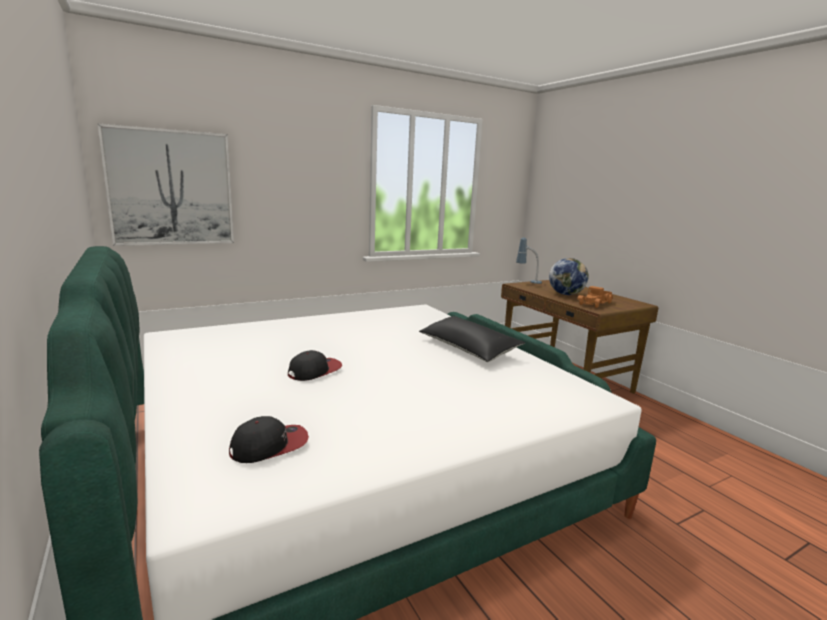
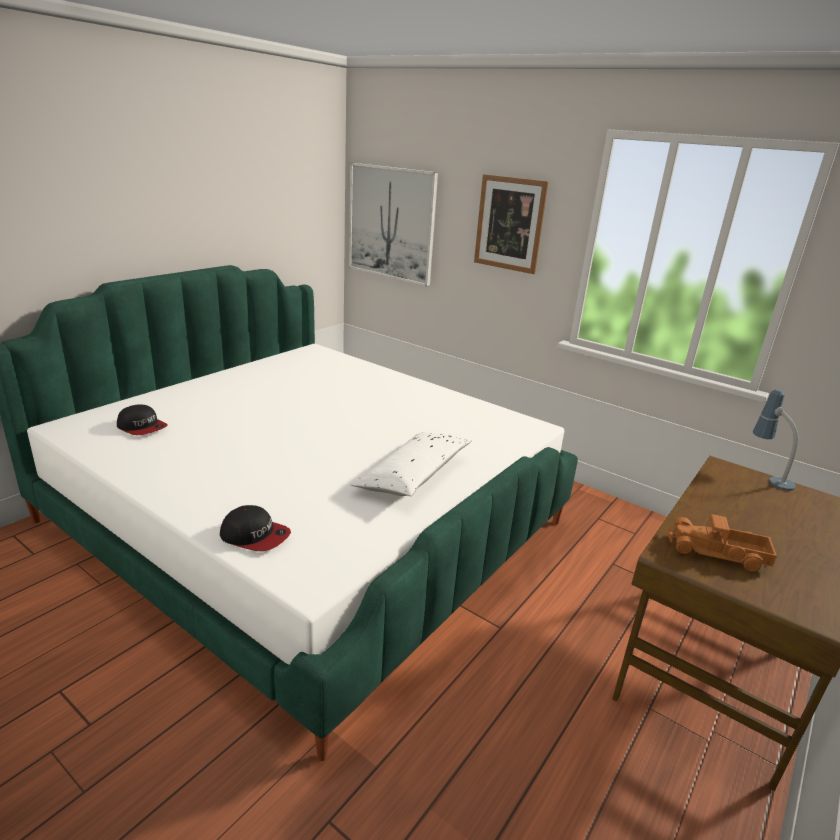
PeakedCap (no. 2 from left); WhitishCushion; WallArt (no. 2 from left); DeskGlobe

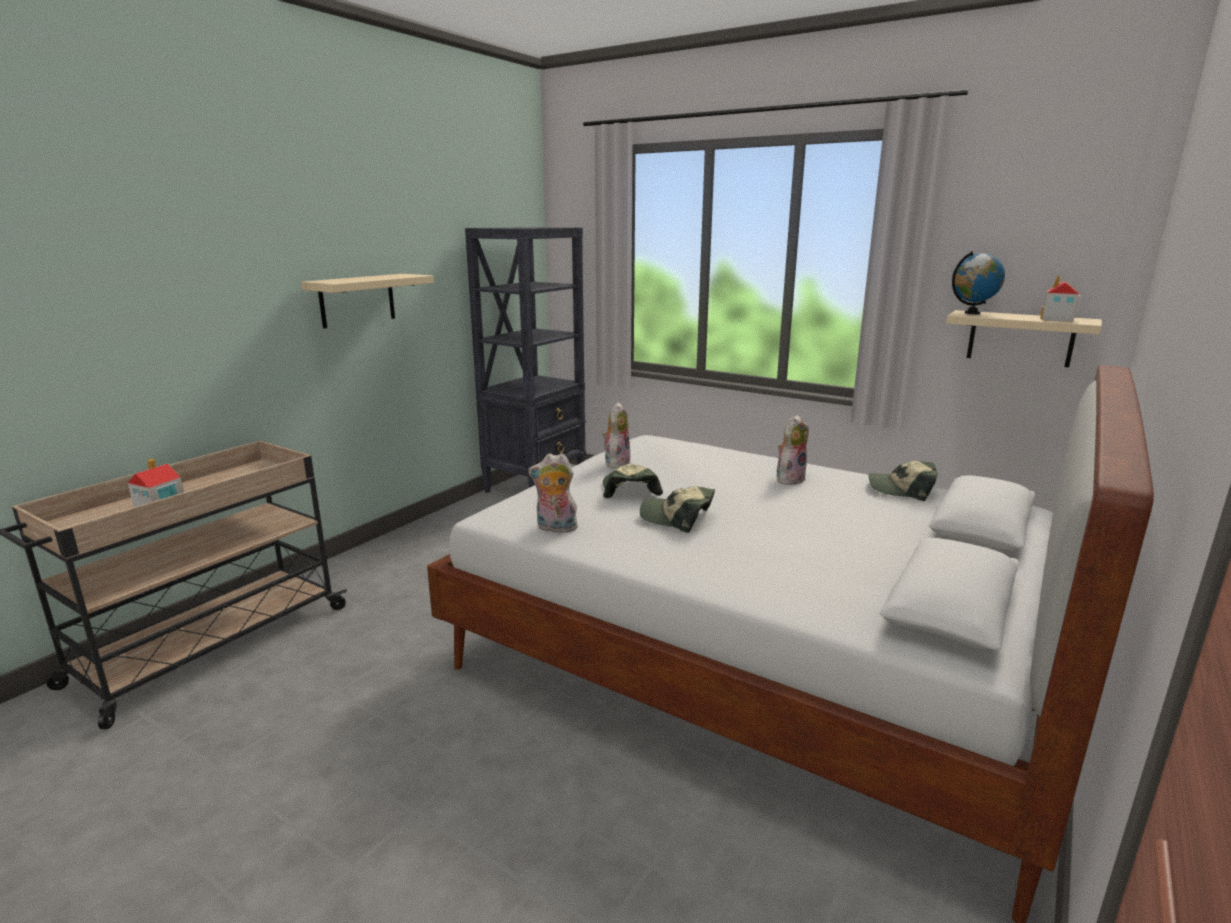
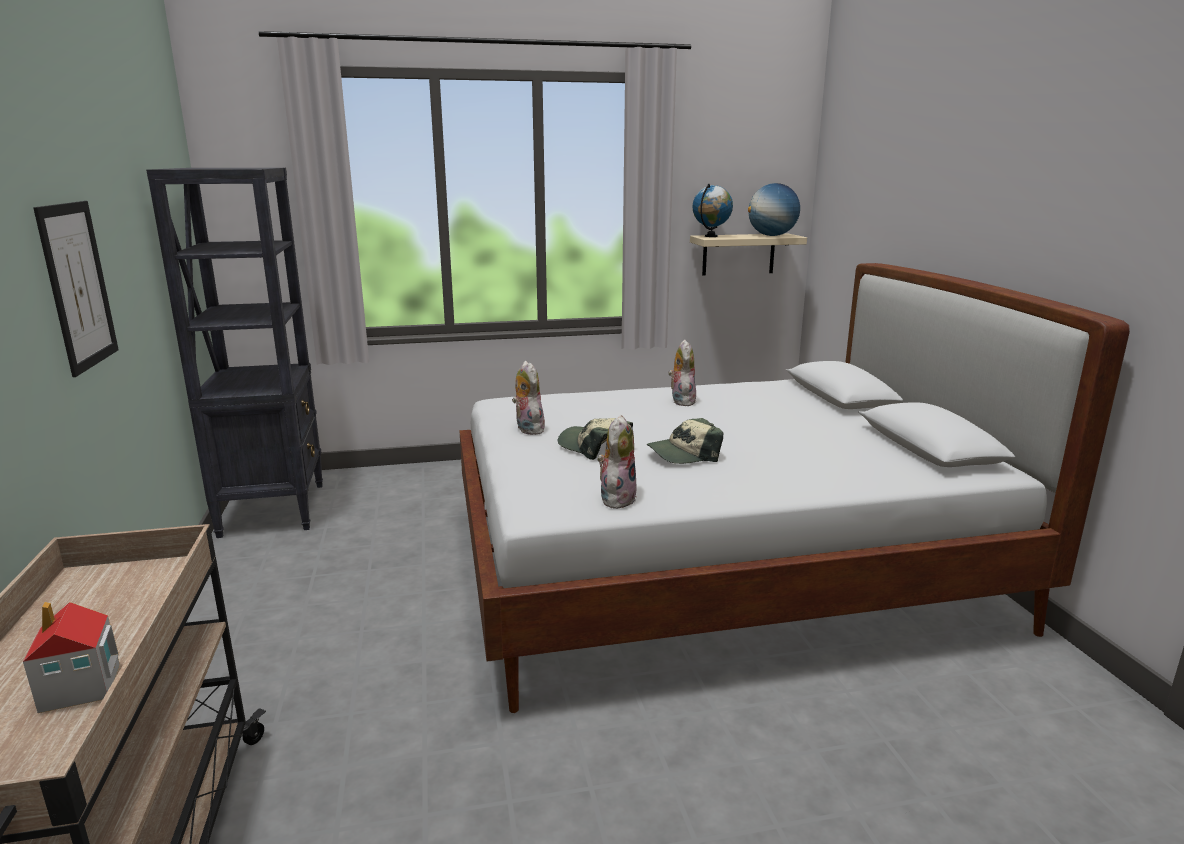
WallArt; CuddlyToy (no. 2 from left); DeskGlobe (no. 2 from left); PeakedCap (no. 3 from left in the first image)

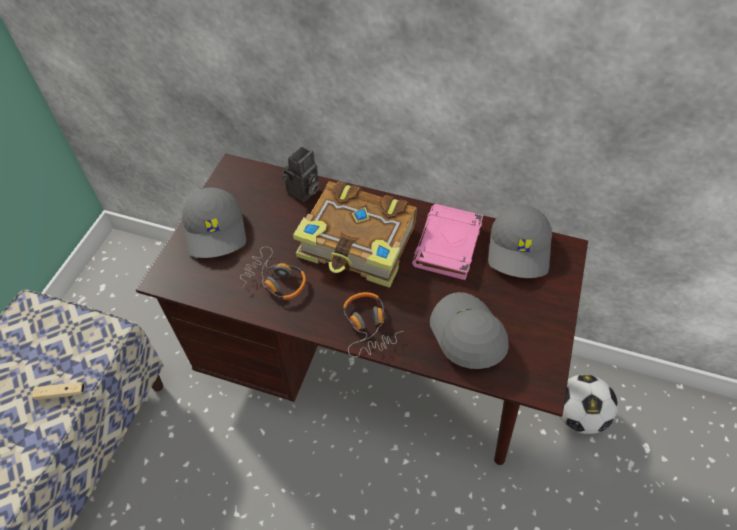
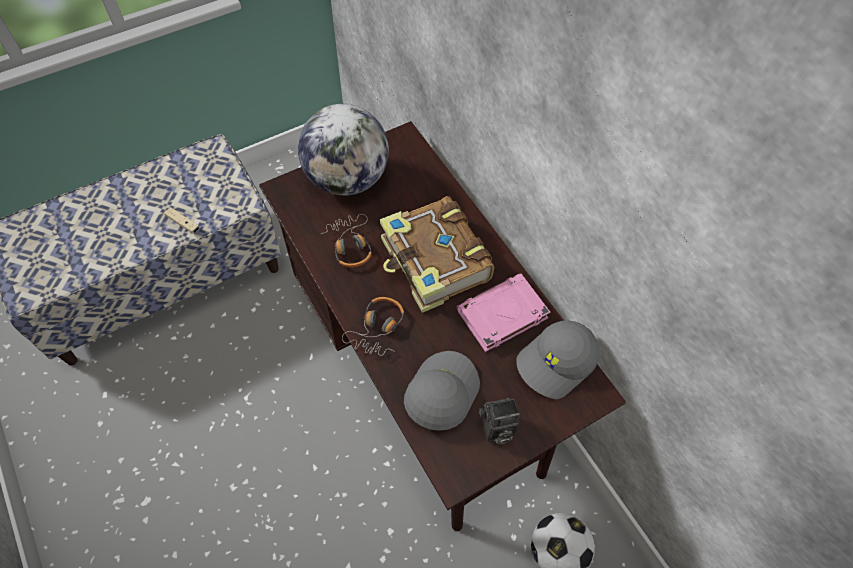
DeskGlobe; StillCamera

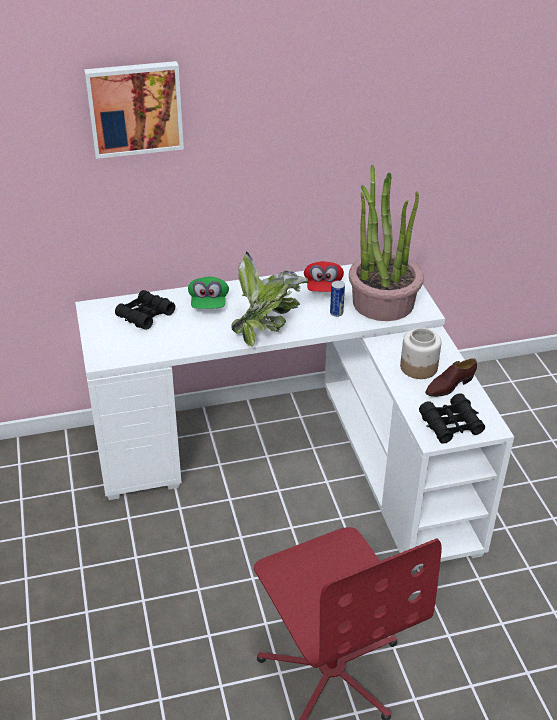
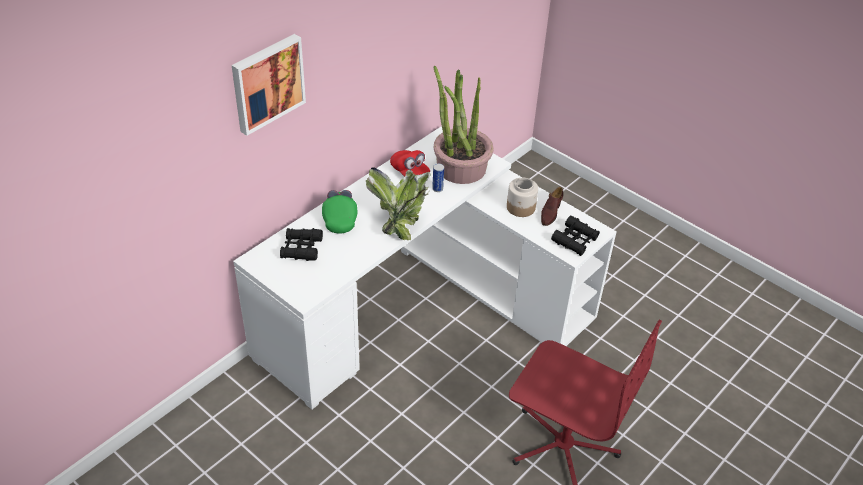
GreenColouredPeakedCap

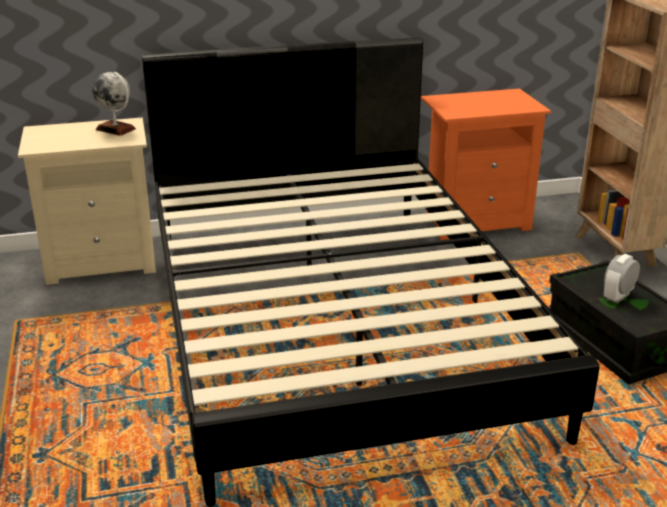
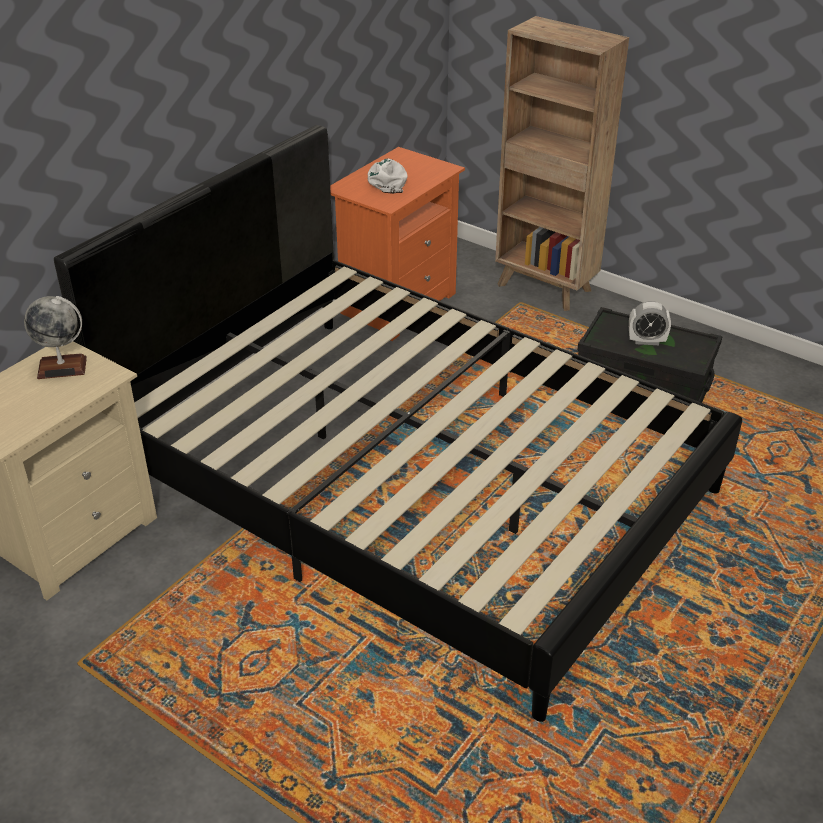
WhitishPeakedCap; AlarmClock

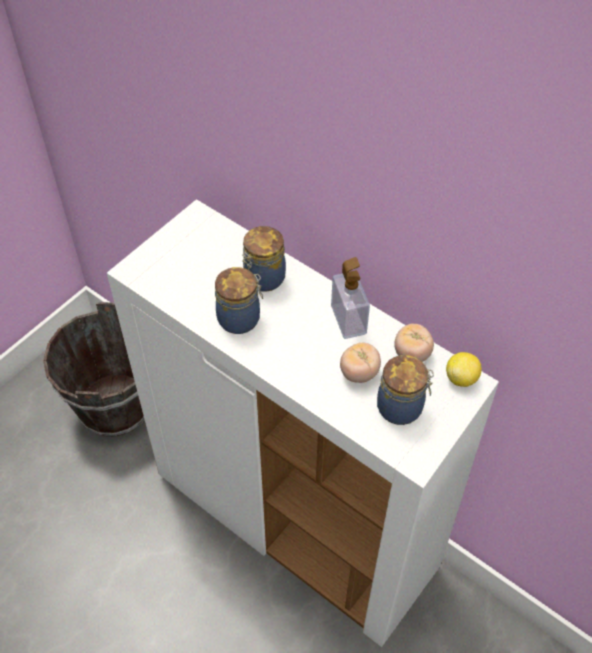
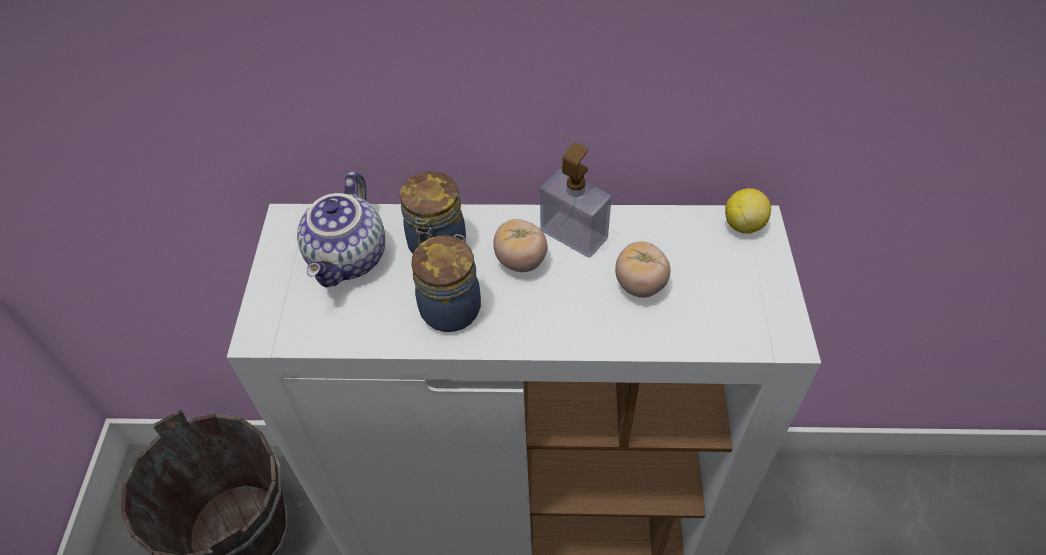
Teapot; WholeTomato (no. 1 from left); Jar (no. 3 from left in the first image)

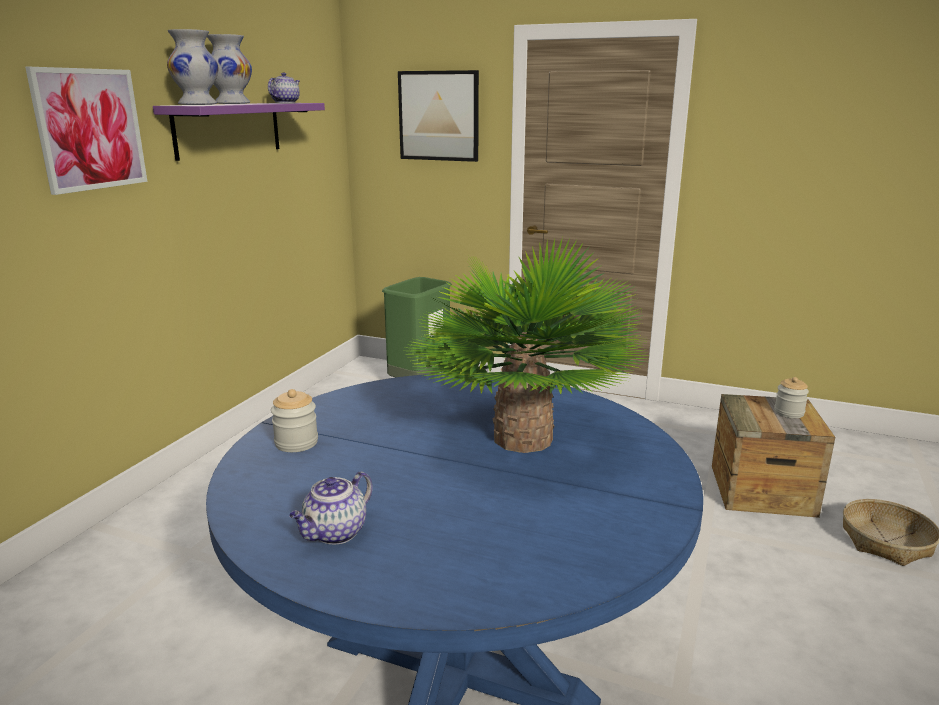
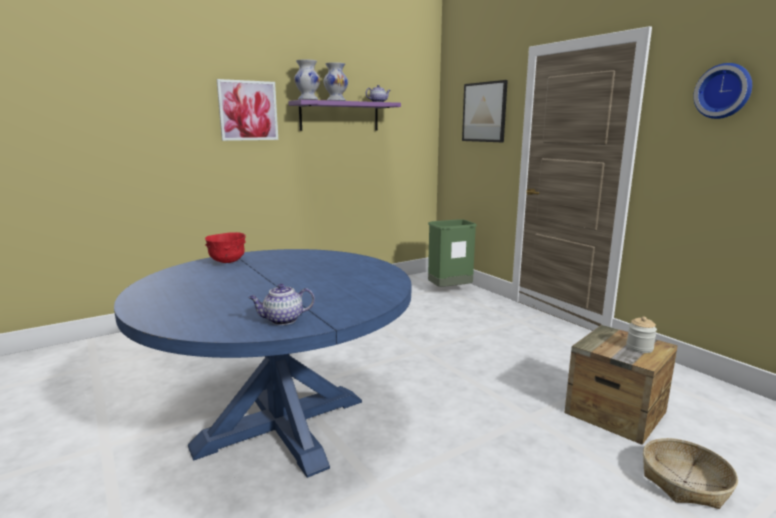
ReddishServingBowl; Teapot (no. 1 from left); HangingClock; PlantInAPot

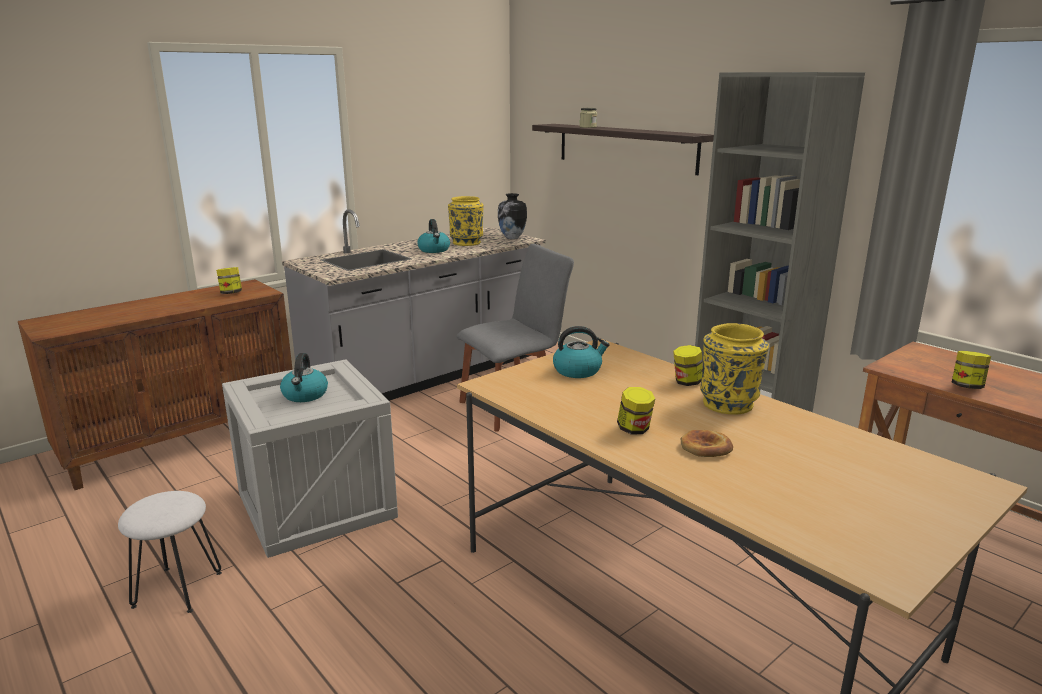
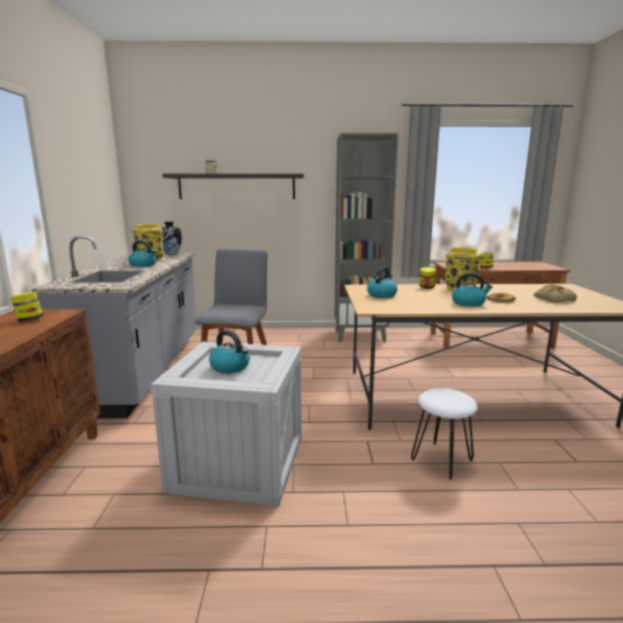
WhitishSittingStool; TeaKettle (no. 4 from left); Bread (no. 2 from left)

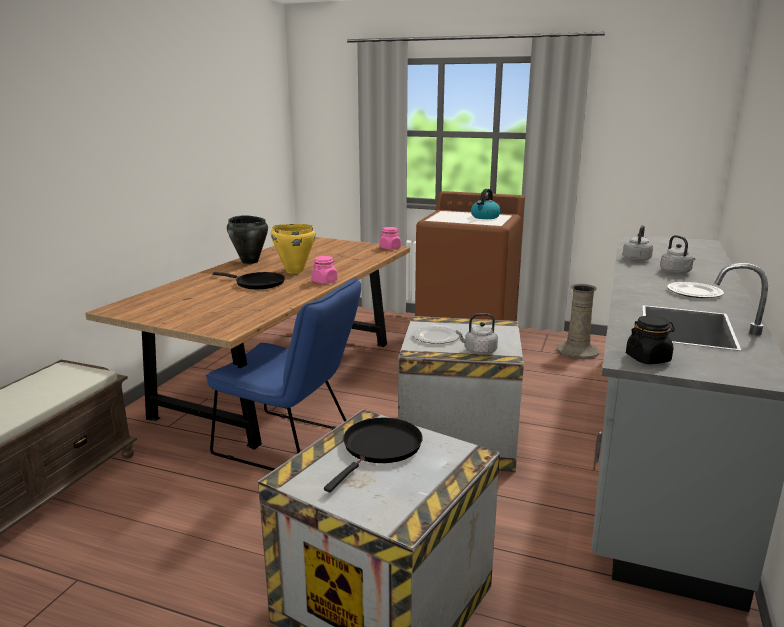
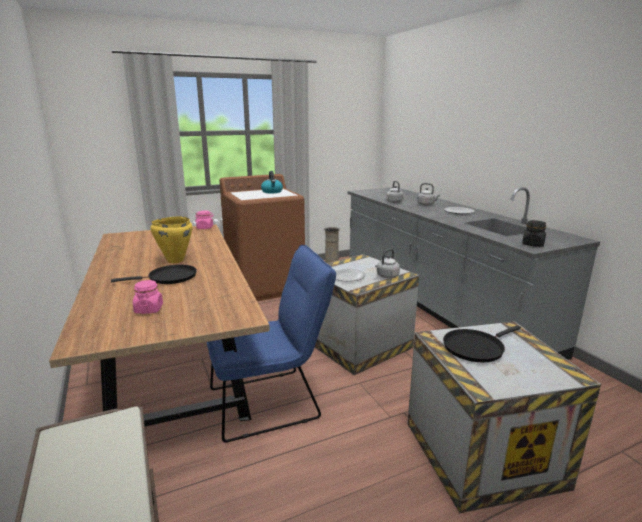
PinkColouredJar (no. 1 from left); BlackishPan (no. 2 from left); BlackishStockpot

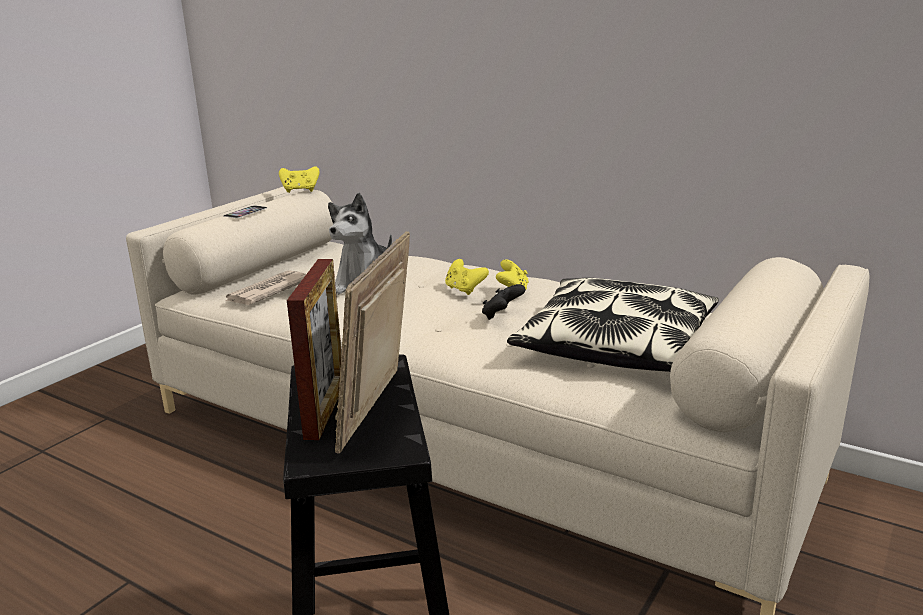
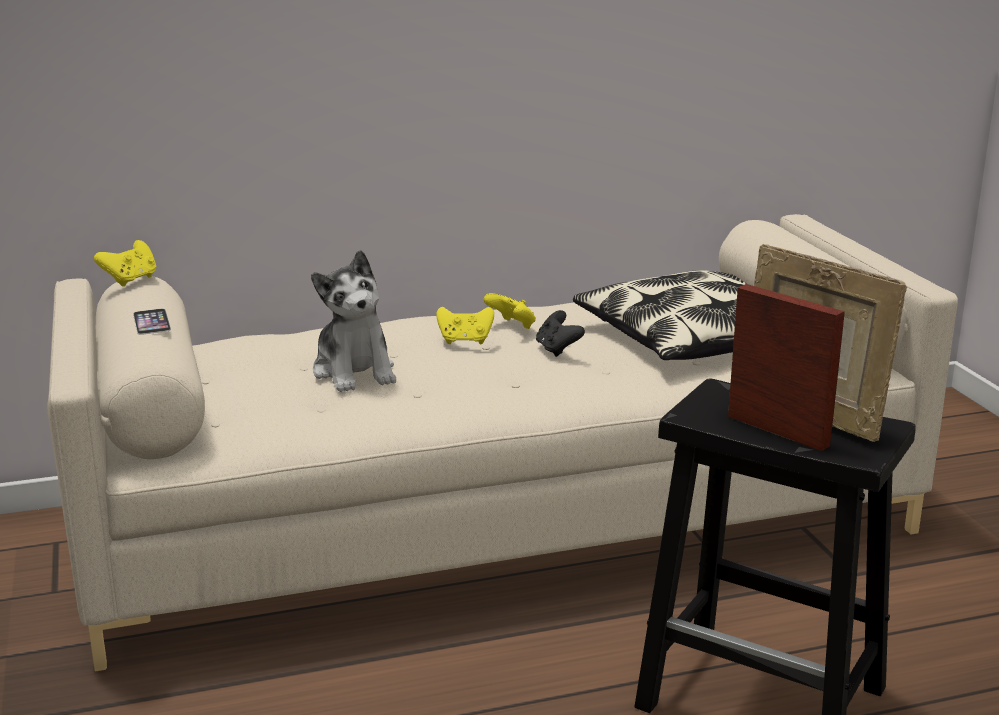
PrintedPaper

